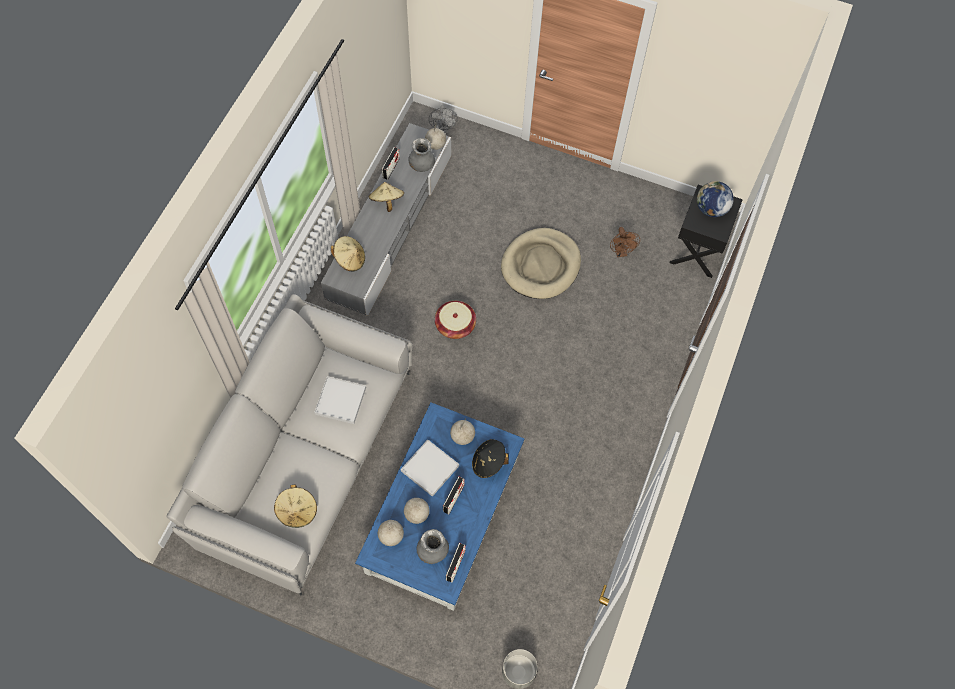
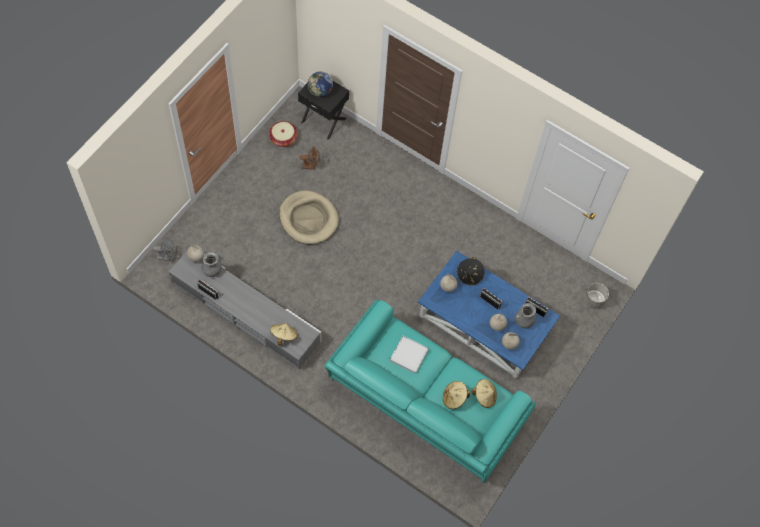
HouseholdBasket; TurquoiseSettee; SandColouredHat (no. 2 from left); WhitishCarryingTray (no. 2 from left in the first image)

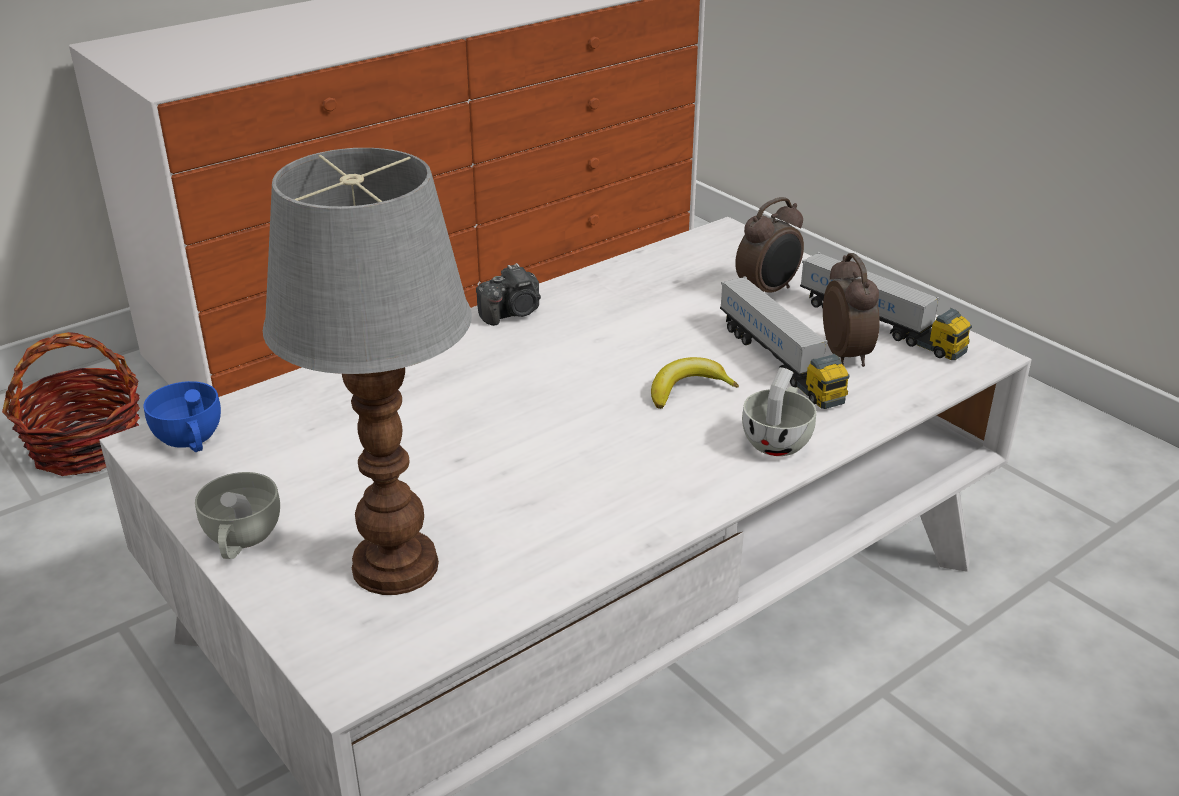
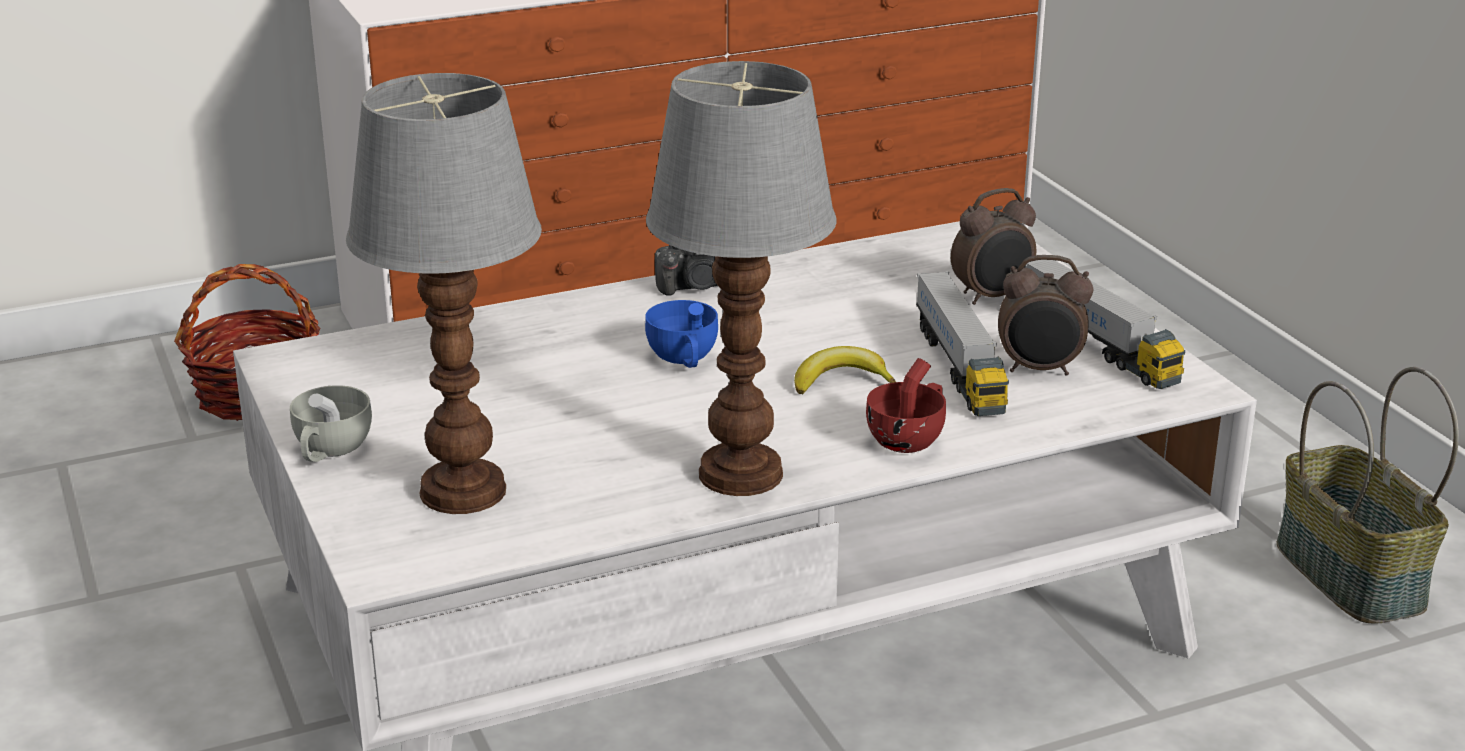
BlueColouredDrinkingCup; TableLamp (no. 2 from left); ReddishDrinkingCup; AlarmClock (no. 2 from left); HouseholdBasket (no. 2 from left)

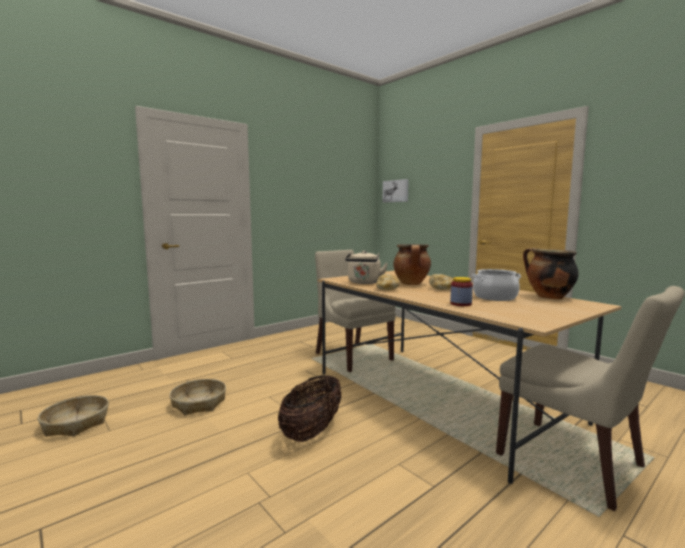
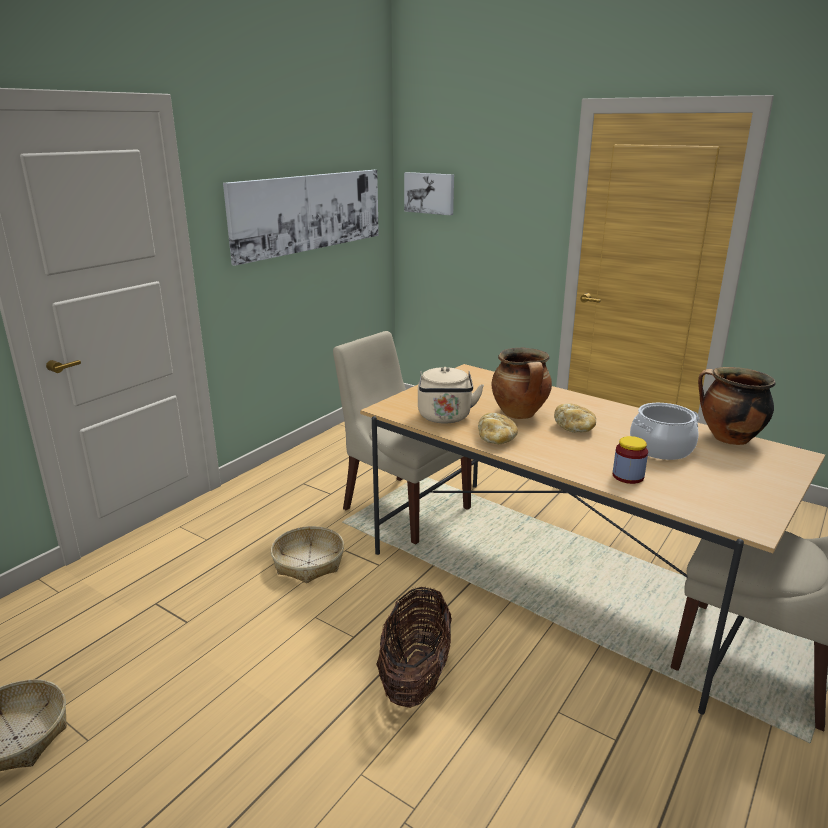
WallArt (no. 1 from left); HouseholdBasket (no. 2 from left)

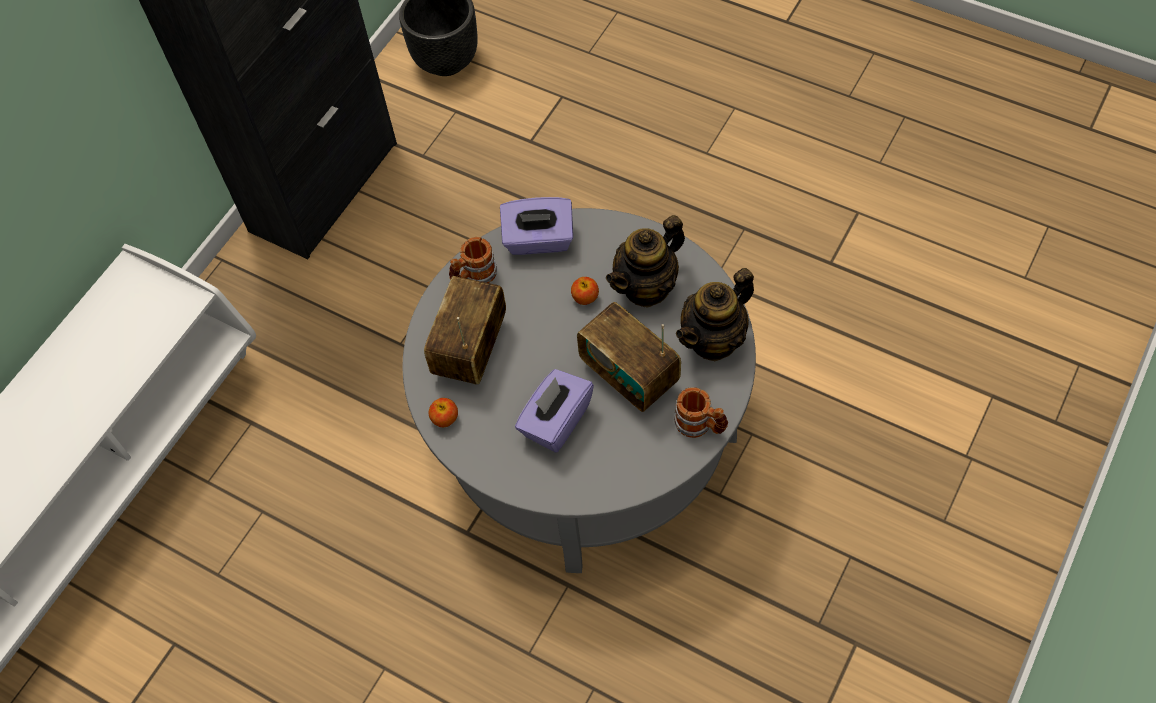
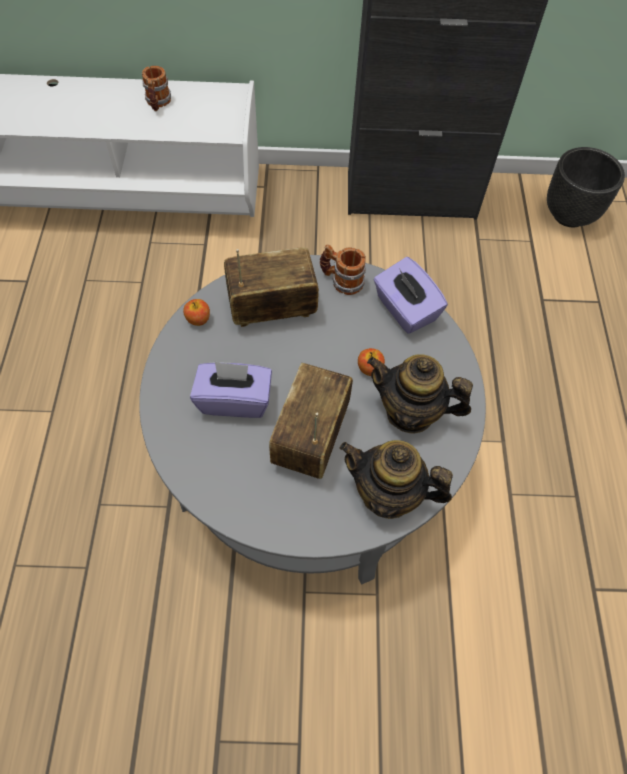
Mug (no. 1 from left)

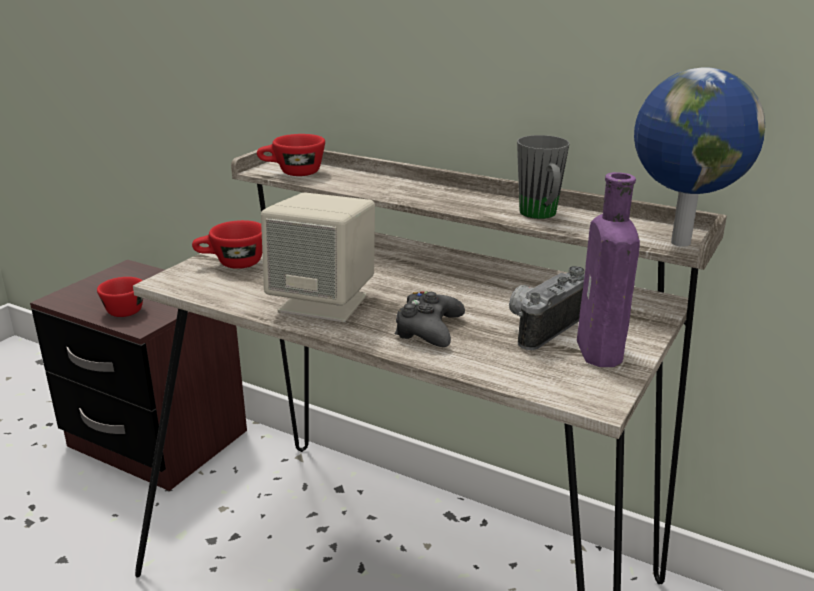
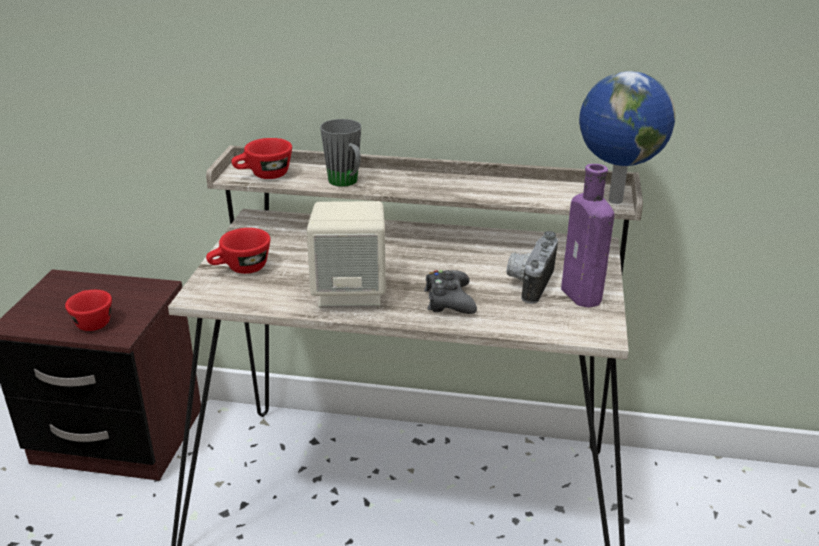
GreyMug

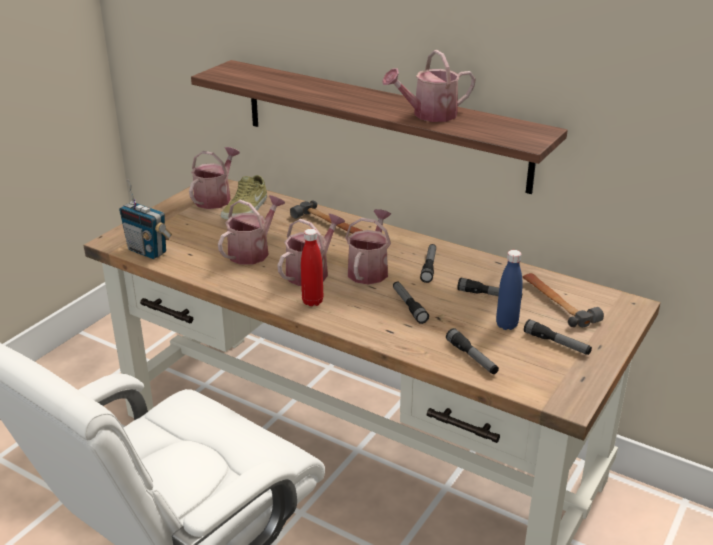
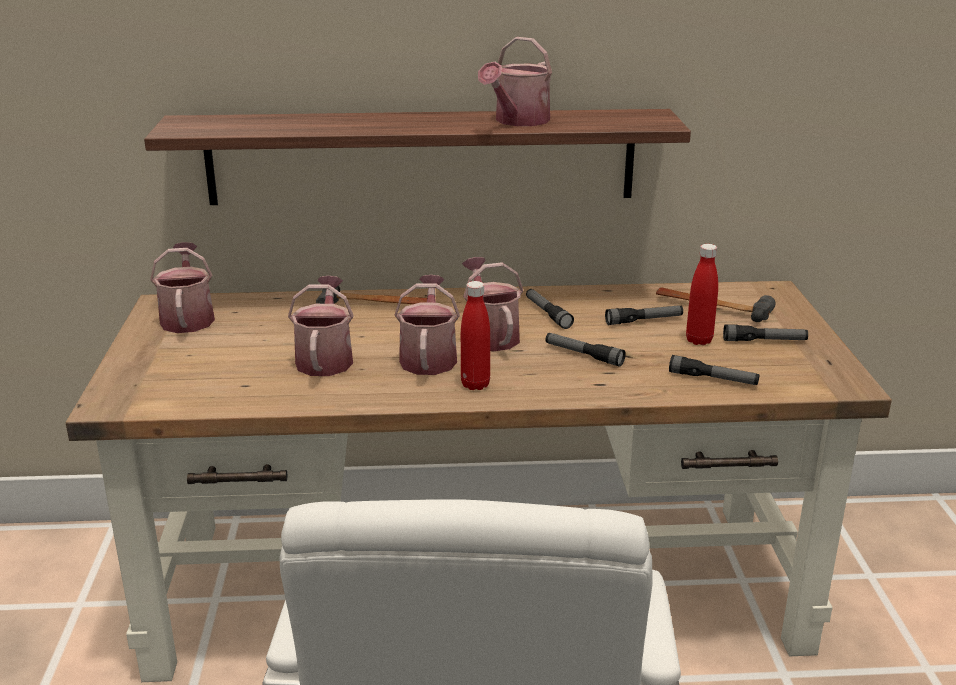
ReddishBeverageBottle (no. 2 from left); RadioReceiver; SandColouredItemOfFootwear

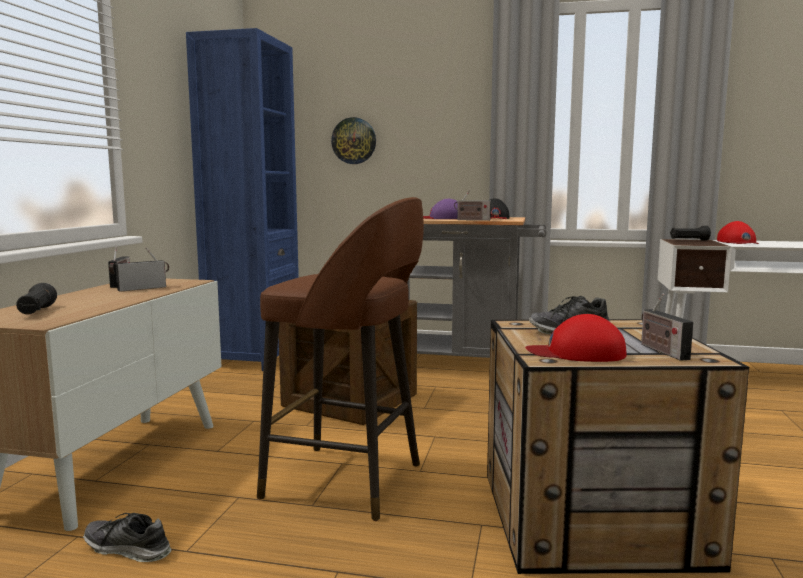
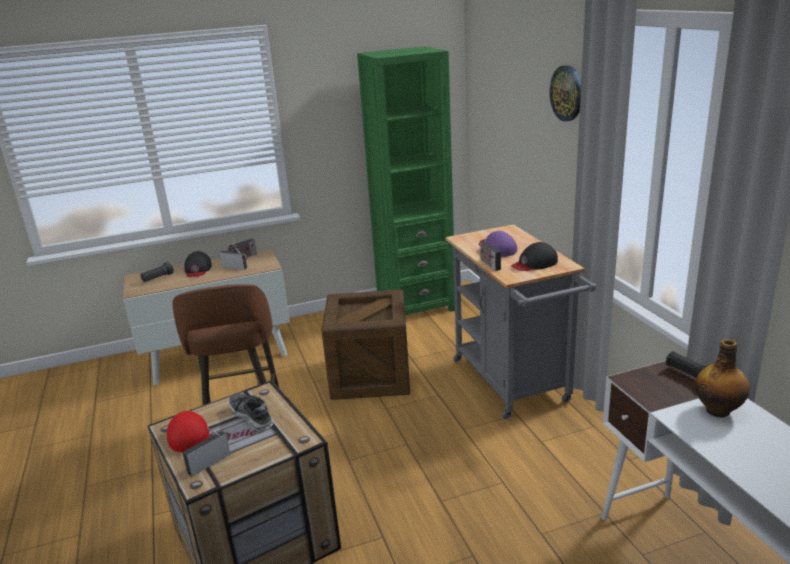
BlackishPeakedCap (no. 1 from left); GreenColouredBookshelf; HangingClock; BeverageBottle; ItemOfFootwear (no. 1 from left in the first image)

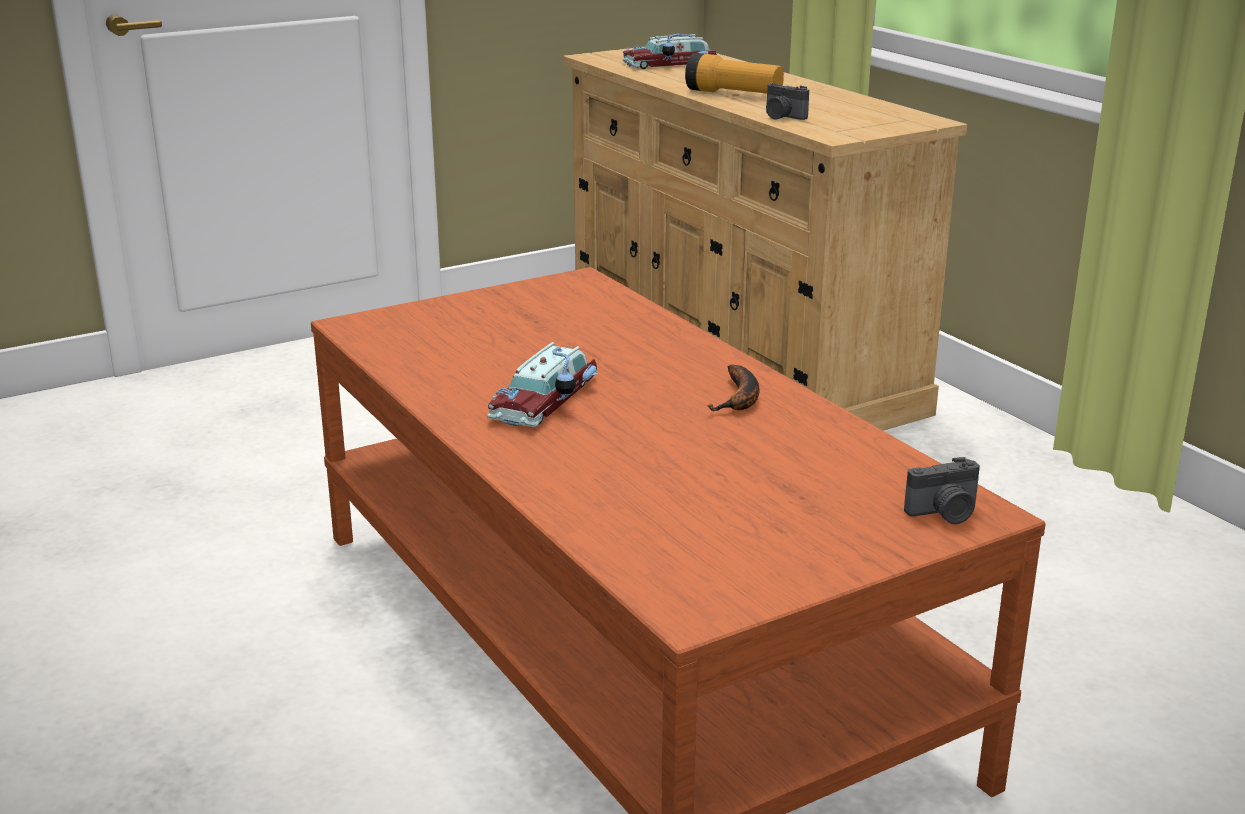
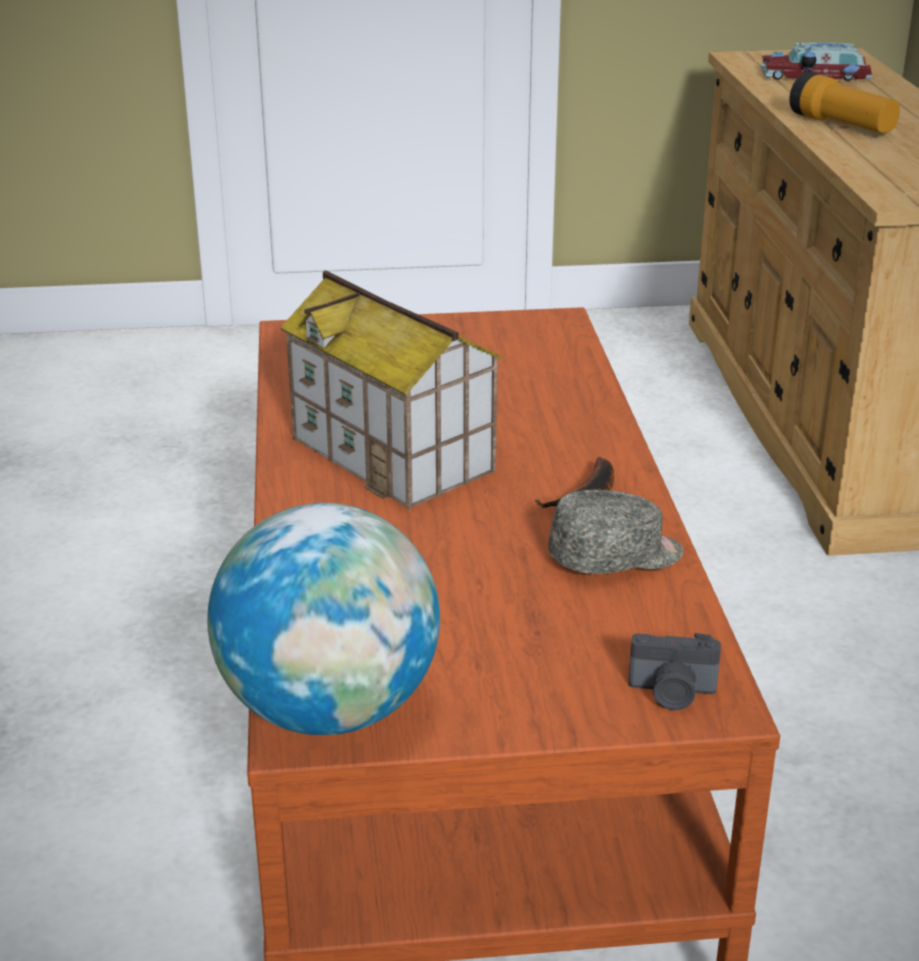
DeskGlobe; ModelHouse; GreyPeakedCap; StillCamera (no. 1 from left in the first image)

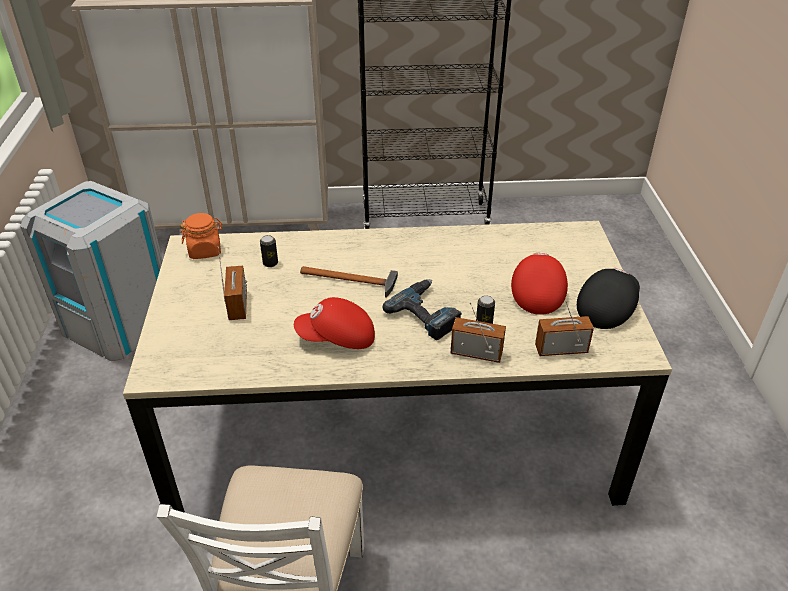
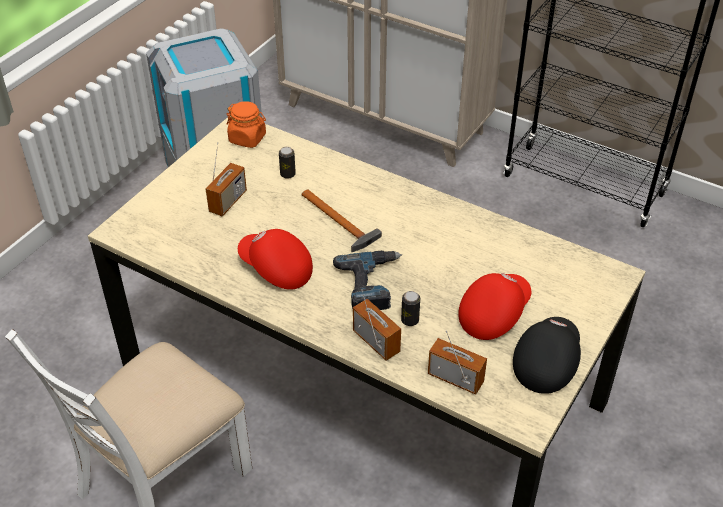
BlackishPeakedCap

